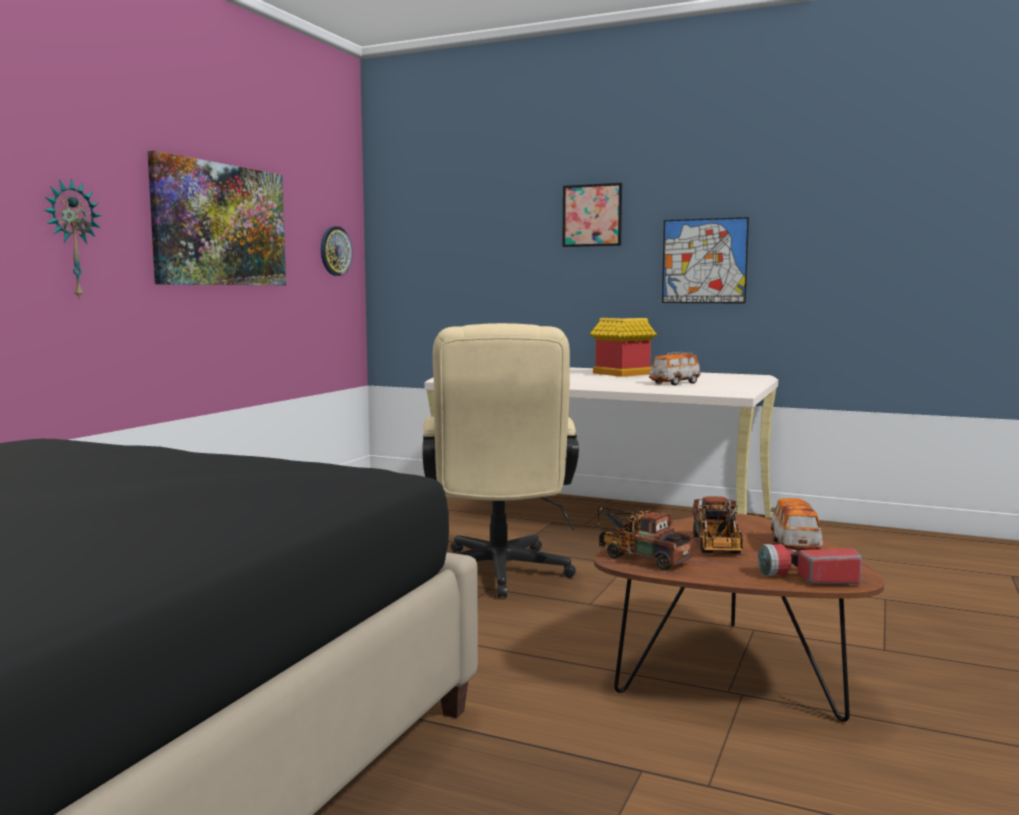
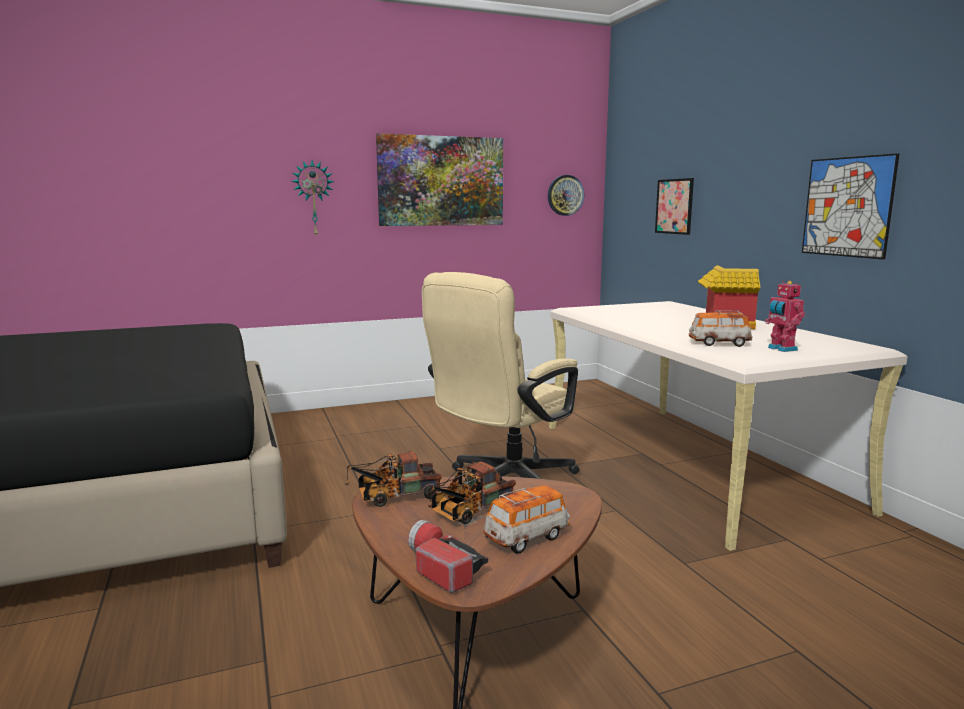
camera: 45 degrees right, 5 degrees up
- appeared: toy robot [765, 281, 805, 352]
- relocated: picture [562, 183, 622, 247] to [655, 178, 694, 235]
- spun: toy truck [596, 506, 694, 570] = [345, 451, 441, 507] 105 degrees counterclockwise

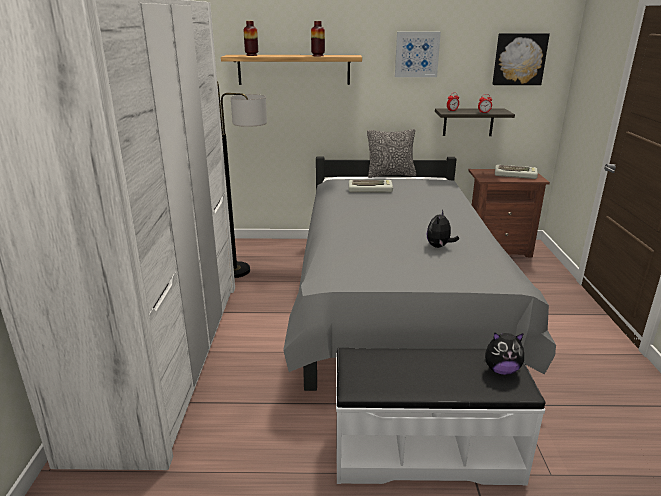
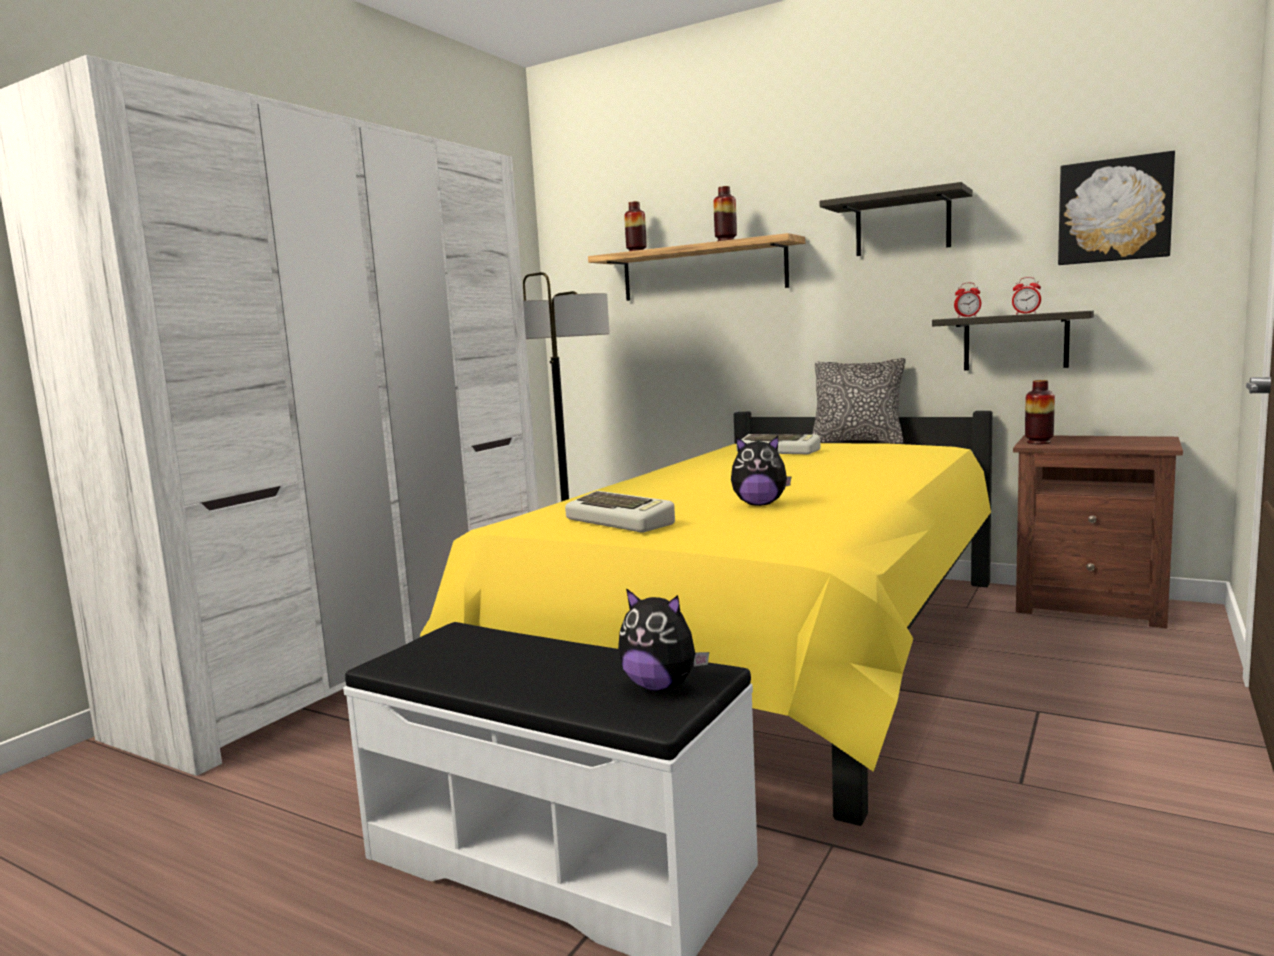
camera: 30 degrees right, 15 degrees down
- appeared: vase [1025, 380, 1055, 444]
- relocated: keyboard [495, 165, 538, 179] to [565, 491, 675, 533]
- exchanged: picture [395, 32, 441, 77] to shelf [820, 182, 973, 256]
- colour: grey bed [283, 156, 556, 391] to yellow bed [420, 411, 992, 826]
- spun: plush toy [427, 209, 459, 248] = [731, 436, 792, 506] 135 degrees counterclockwise

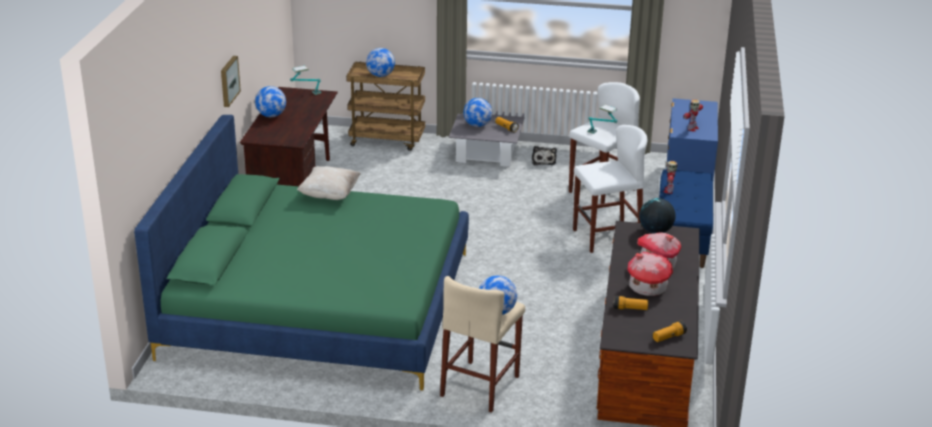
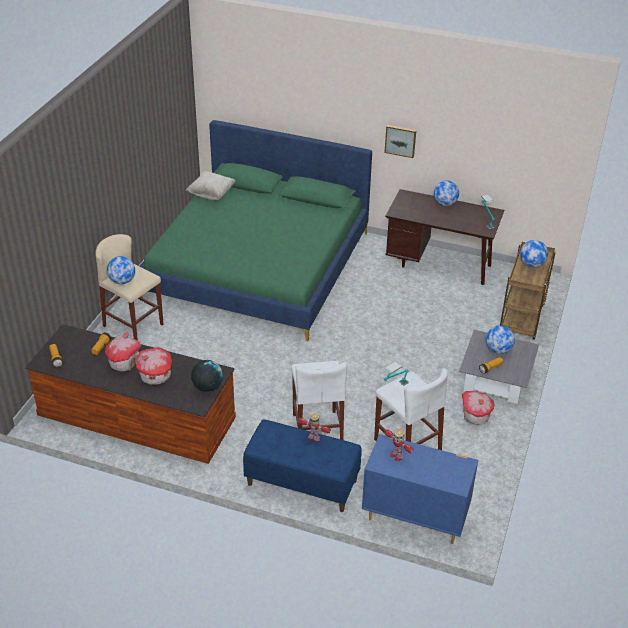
camera: 100 degrees right, 10 degrees up
- relocated: beige pillow [297, 166, 361, 200] to [186, 171, 235, 200]
- exchanged: plush toy [532, 146, 557, 165] to toy house [462, 391, 495, 425]

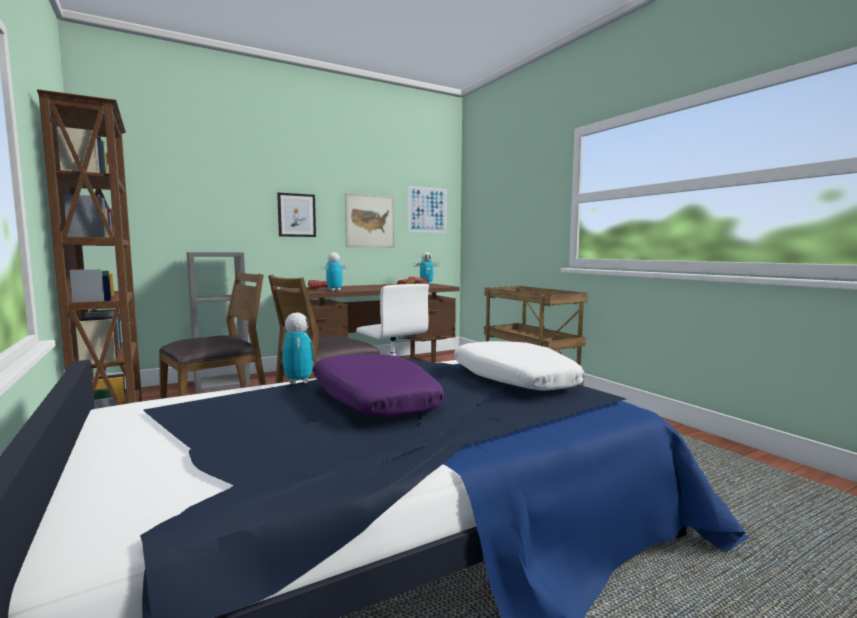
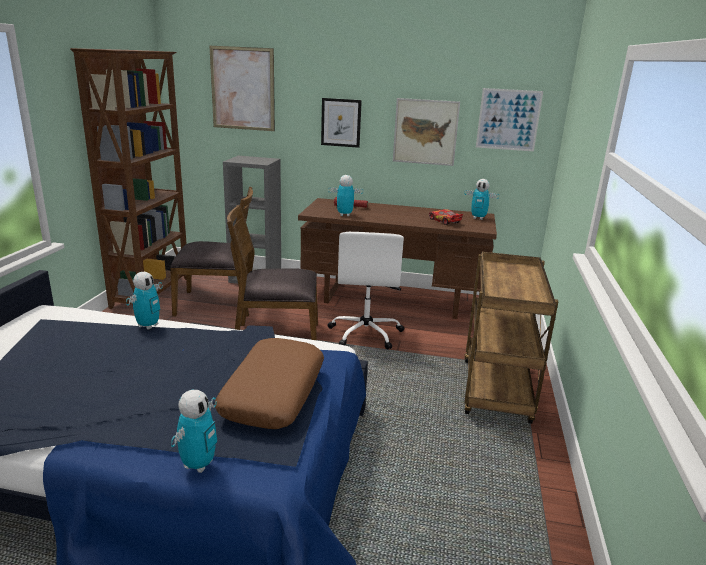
camera: 40 degrees right, 15 degrees up
- missing: purple pillow [313, 354, 444, 417]
- appeared: toy robot [171, 390, 218, 473]
- appeared: picture [209, 46, 275, 131]
- colour: white pillow [454, 341, 585, 391] to brown pillow [215, 338, 324, 429]

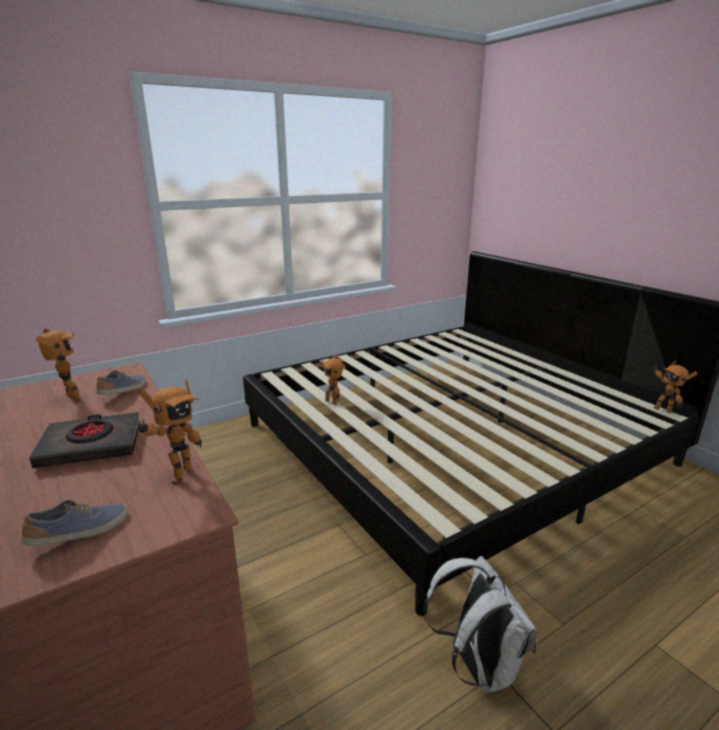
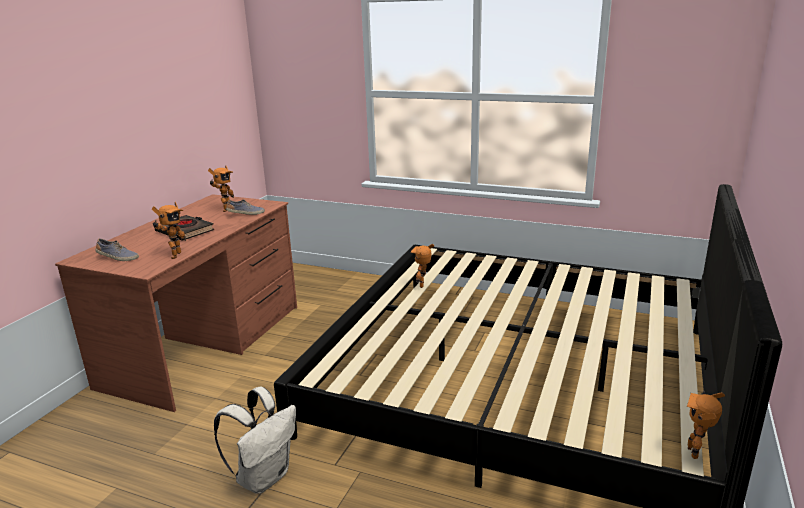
camera: 55 degrees right, 0 degrees up
- spun: toy robot [137, 379, 202, 485] = [152, 202, 186, 259] 60 degrees counterclockwise

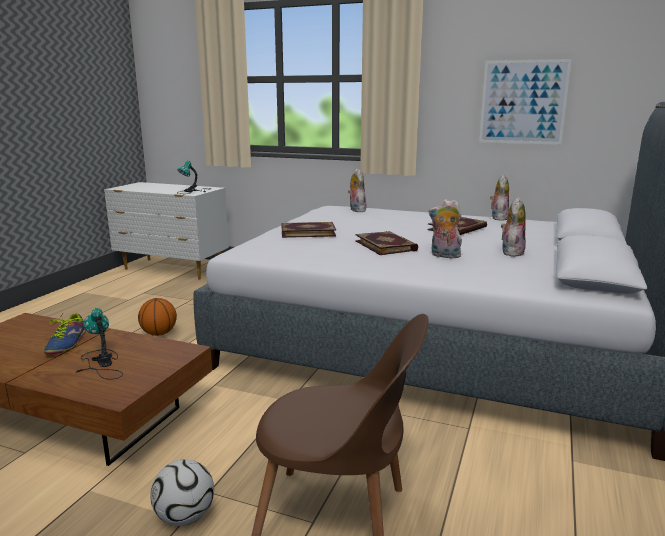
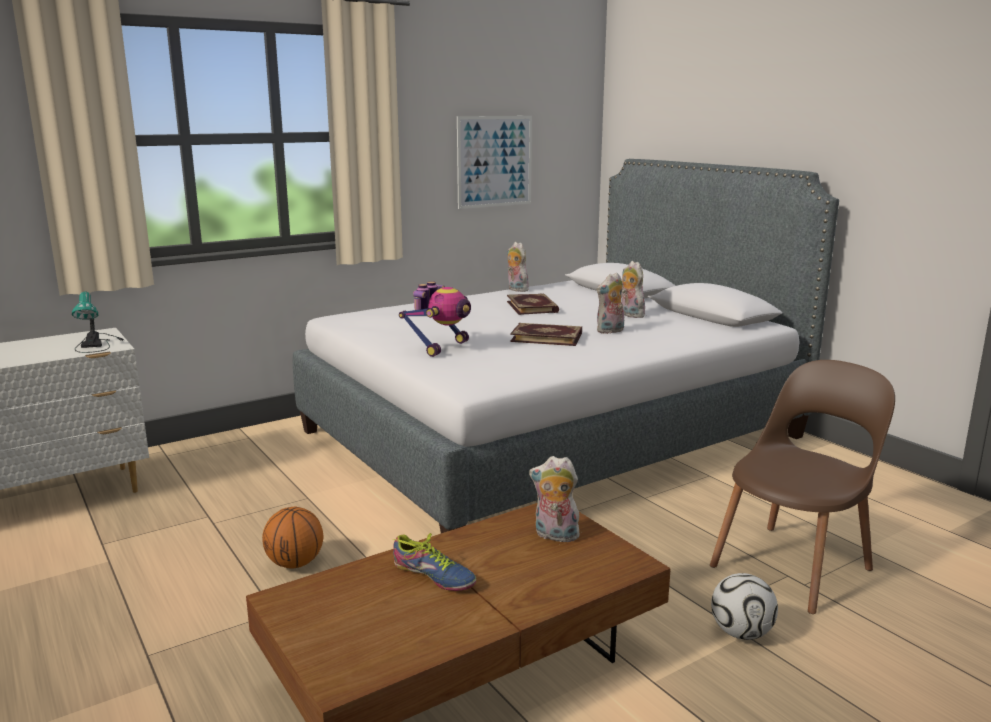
camera: 55 degrees left, 0 degrees up
- missing: table lamp [76, 308, 123, 380]
- relocated: plush toy [348, 169, 366, 212] to [529, 456, 582, 542]
- exchanged: book [281, 222, 336, 238] to toy robot [399, 281, 471, 357]

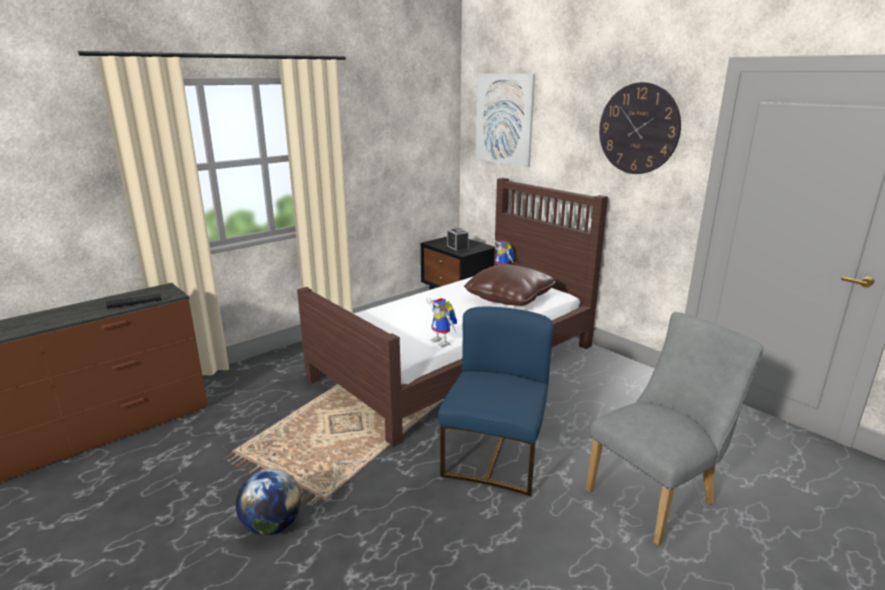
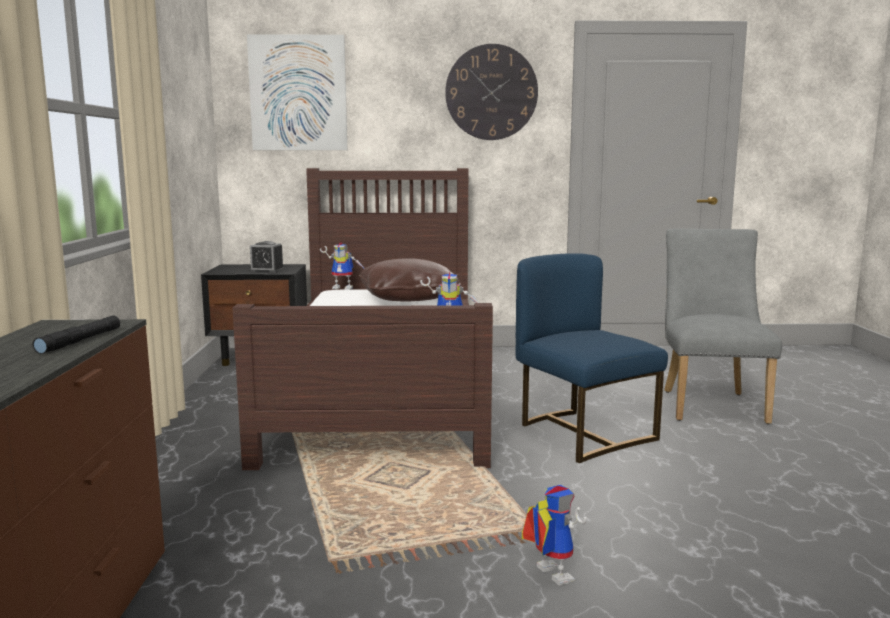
camera: 50 degrees left, 10 degrees down
- exchanged: globe [236, 468, 301, 535] to toy robot [521, 485, 587, 585]

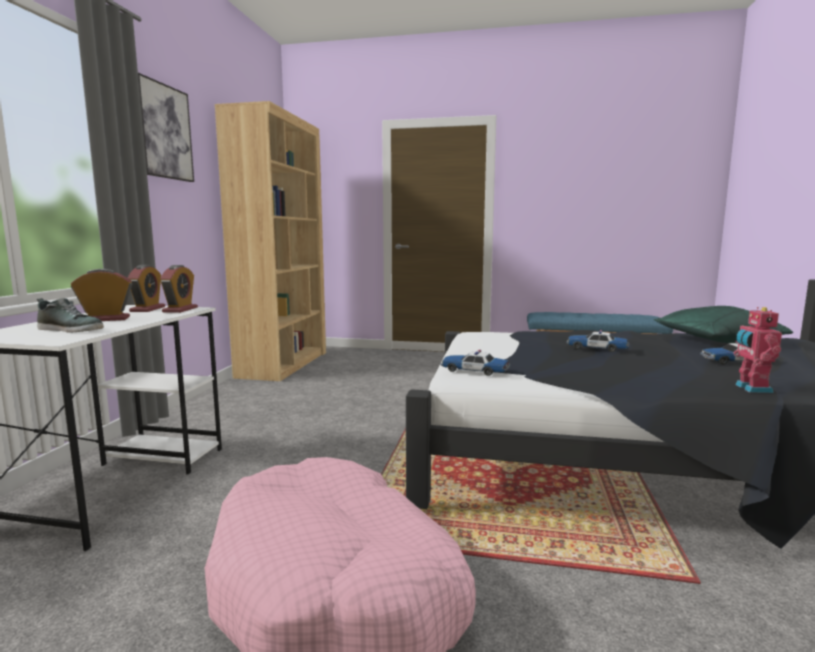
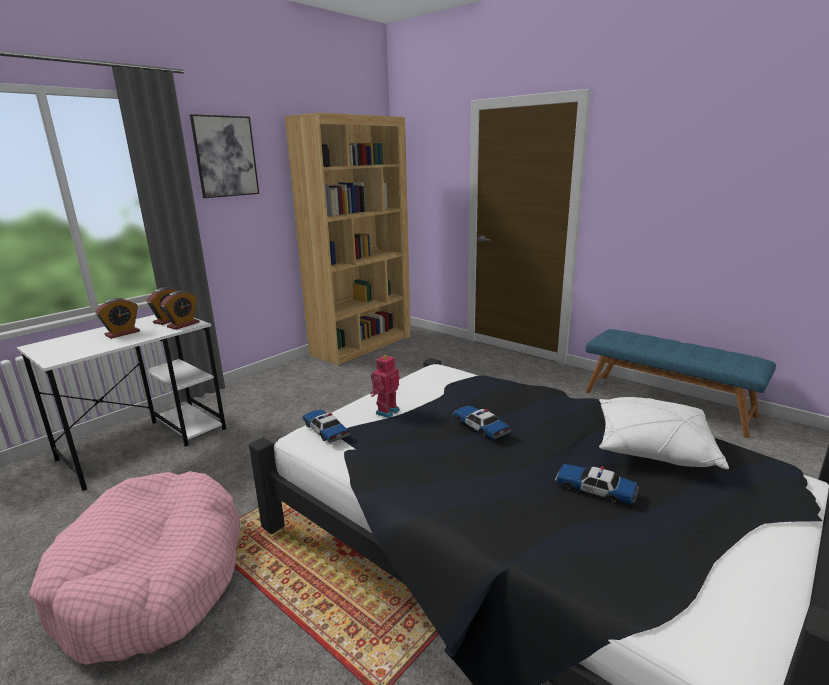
camera: 30 degrees right, 10 degrees up
- missing: shoe [37, 298, 104, 333]
- relocated: toy robot [733, 307, 782, 393] to [370, 354, 400, 418]
- colour: green pillow [654, 306, 793, 343] to white pillow [599, 397, 729, 469]
- spun: alarm clock [71, 269, 132, 321] = [95, 298, 140, 339] 120 degrees clockwise

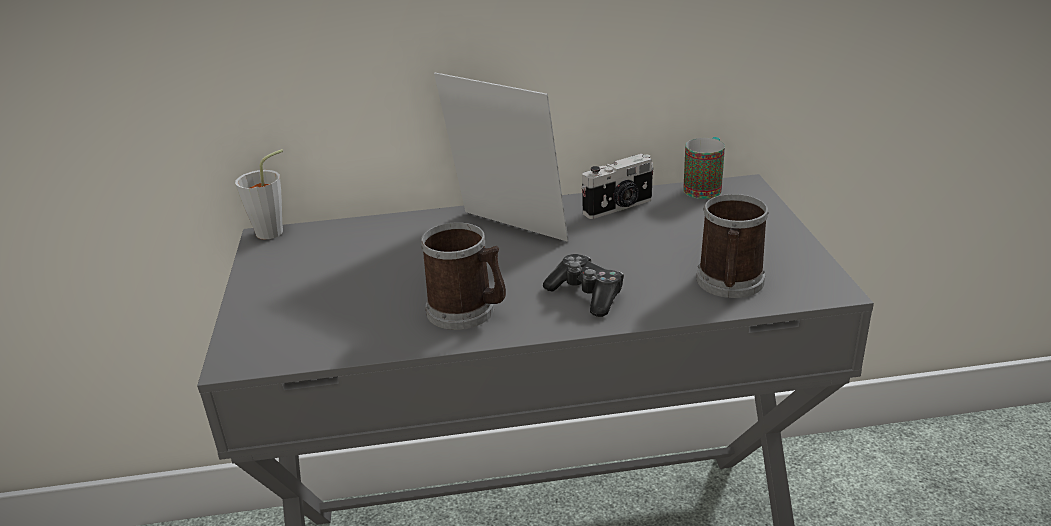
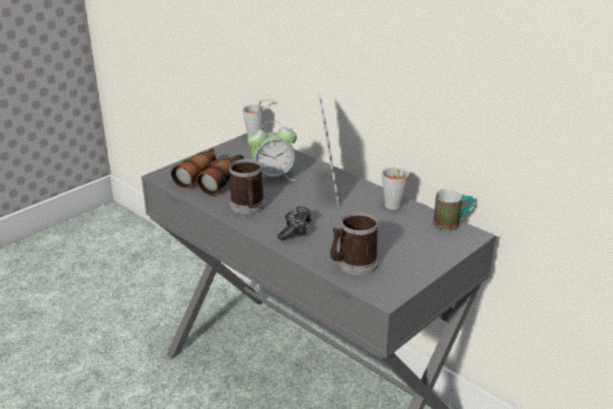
camera: 50 degrees right, 0 degrees up
- appeared: binoculars [171, 148, 244, 195]
- appeared: alarm clock [248, 121, 297, 184]
- exchanged: photo camera [581, 154, 654, 219] to grey cup [382, 167, 409, 210]

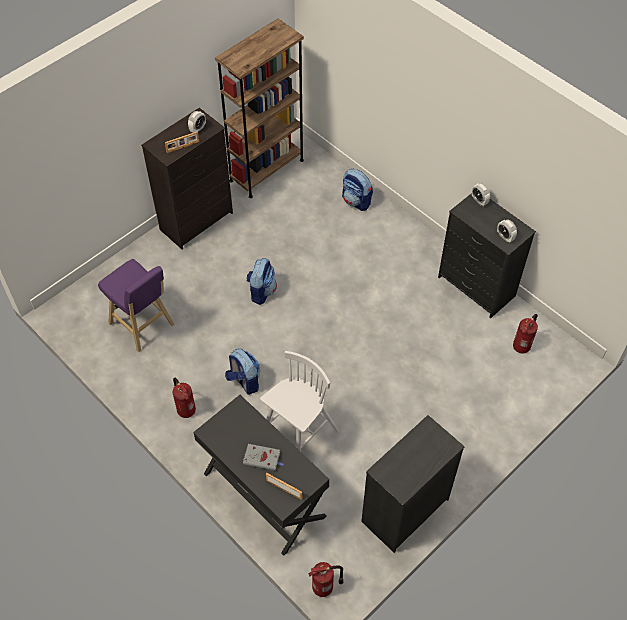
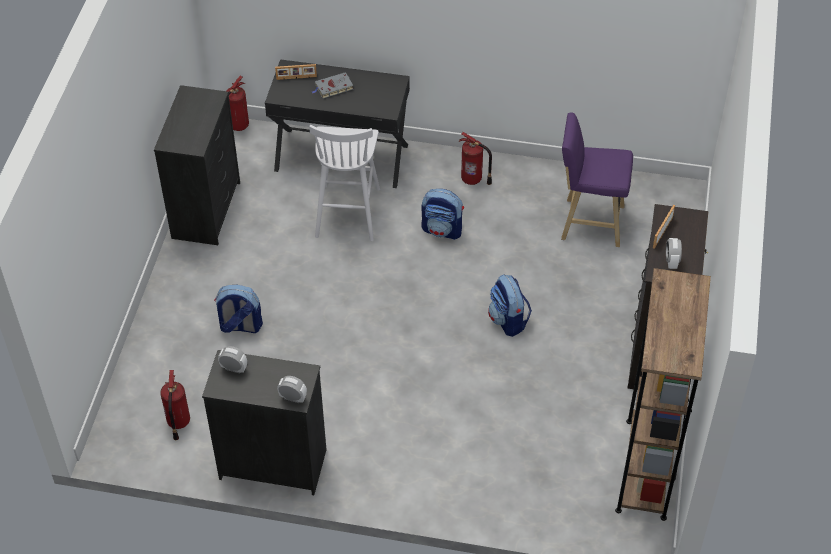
camera: 145 degrees right, 5 degrees down
- relocated: backpack [342, 169, 373, 211] to [214, 285, 263, 333]

